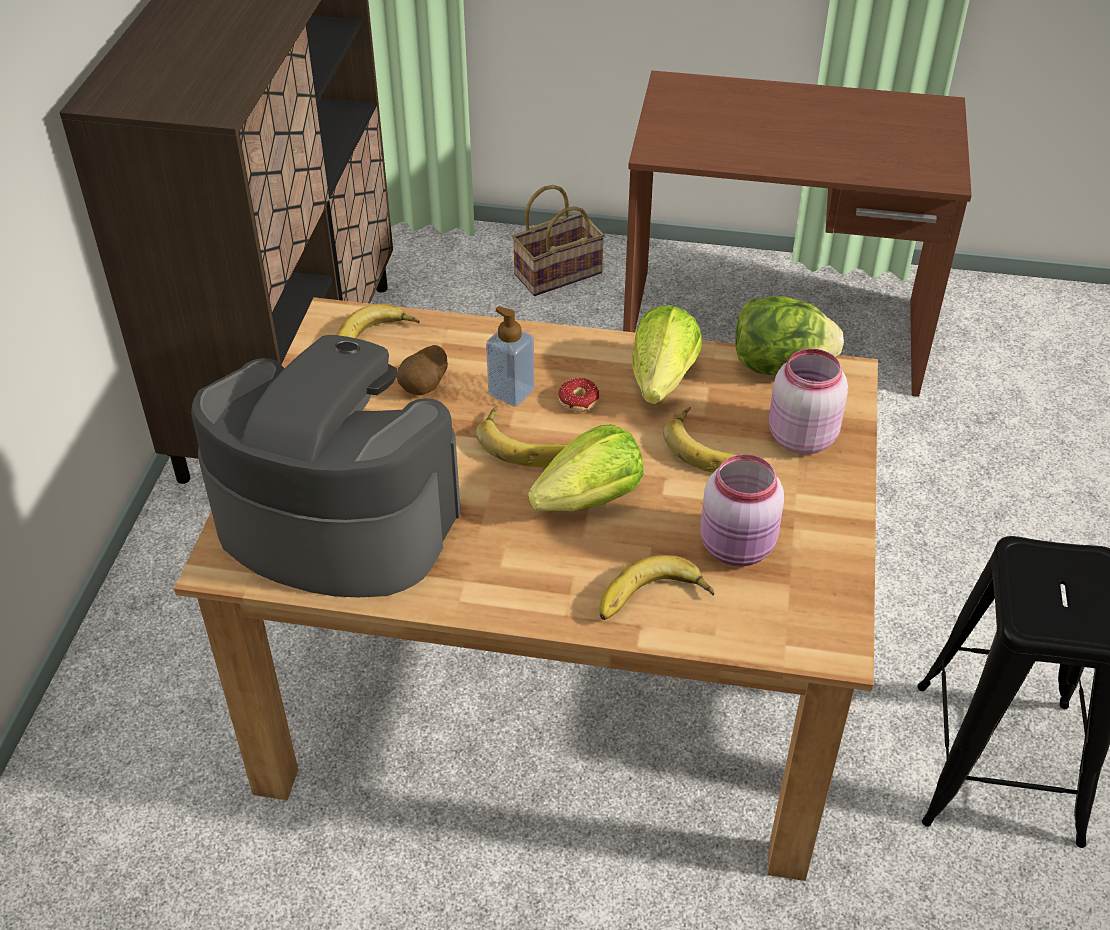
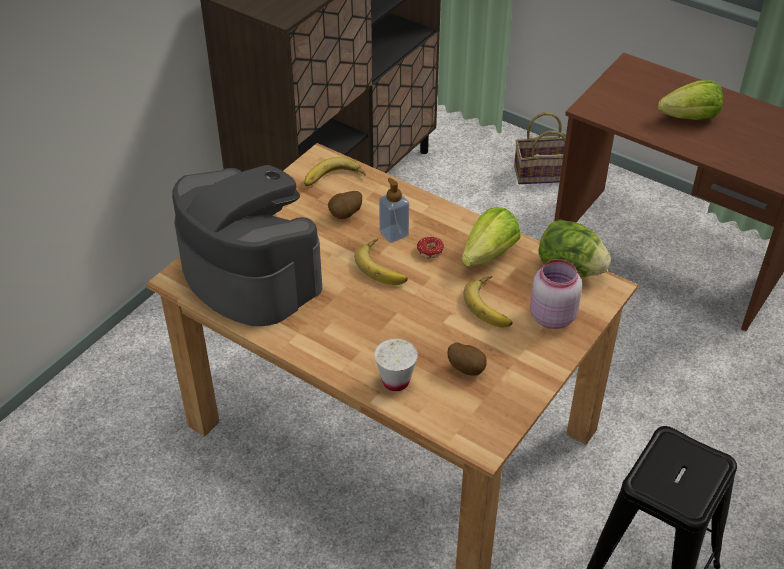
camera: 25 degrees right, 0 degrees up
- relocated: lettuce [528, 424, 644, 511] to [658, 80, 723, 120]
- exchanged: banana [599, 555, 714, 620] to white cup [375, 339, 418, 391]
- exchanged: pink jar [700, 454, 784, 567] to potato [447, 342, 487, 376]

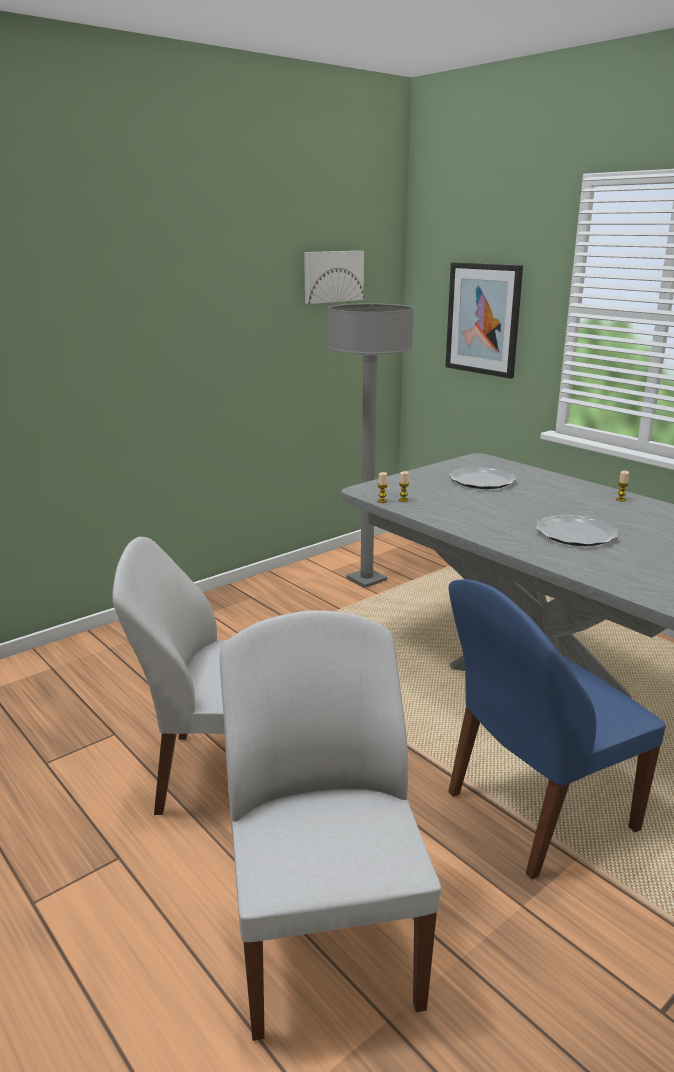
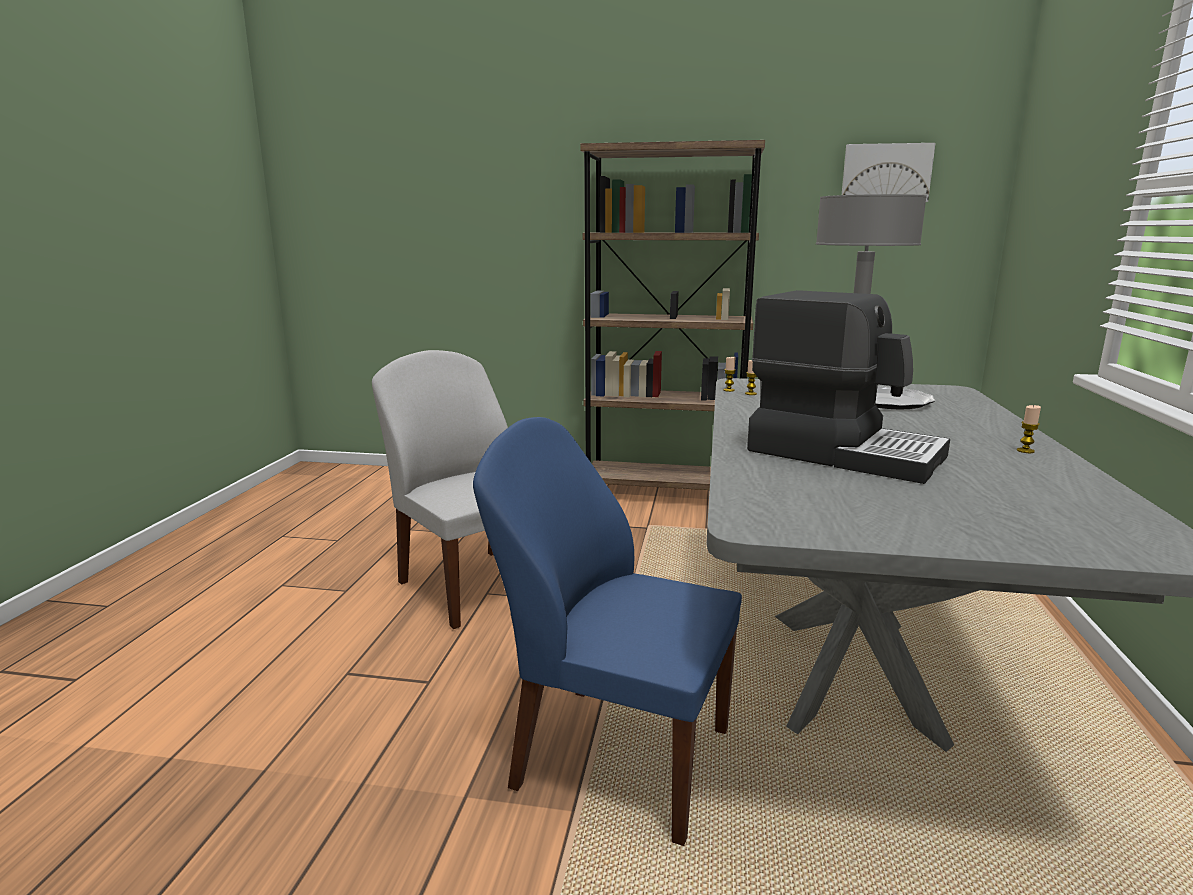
camera: 50 degrees right, 5 degrees down
- missing: white chair [220, 610, 441, 1041]
- missing: picture [445, 262, 523, 379]
- appeared: brown bookcase [580, 140, 765, 490]
- exchanged: plate [536, 514, 618, 546] to coffee machine [747, 290, 950, 484]

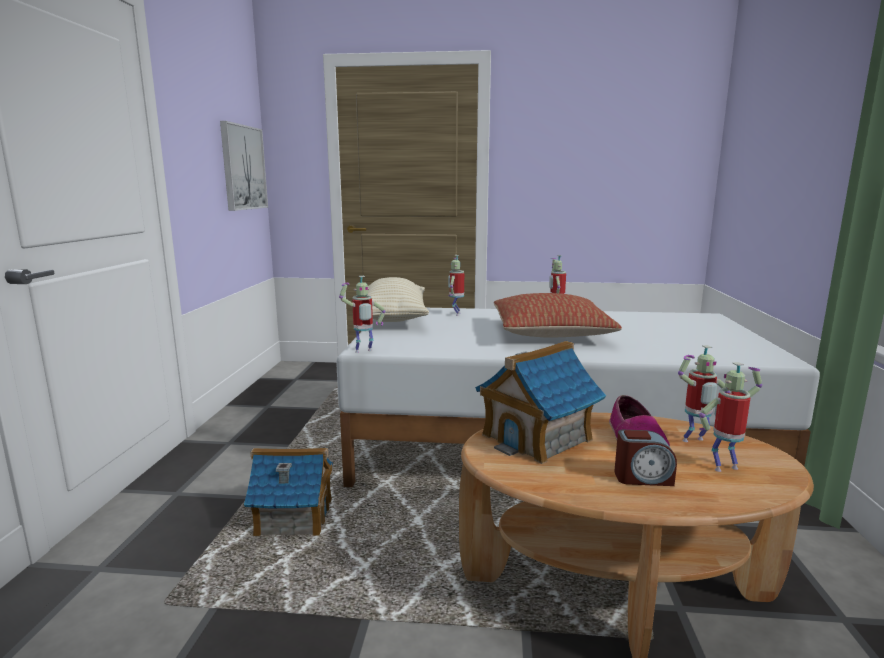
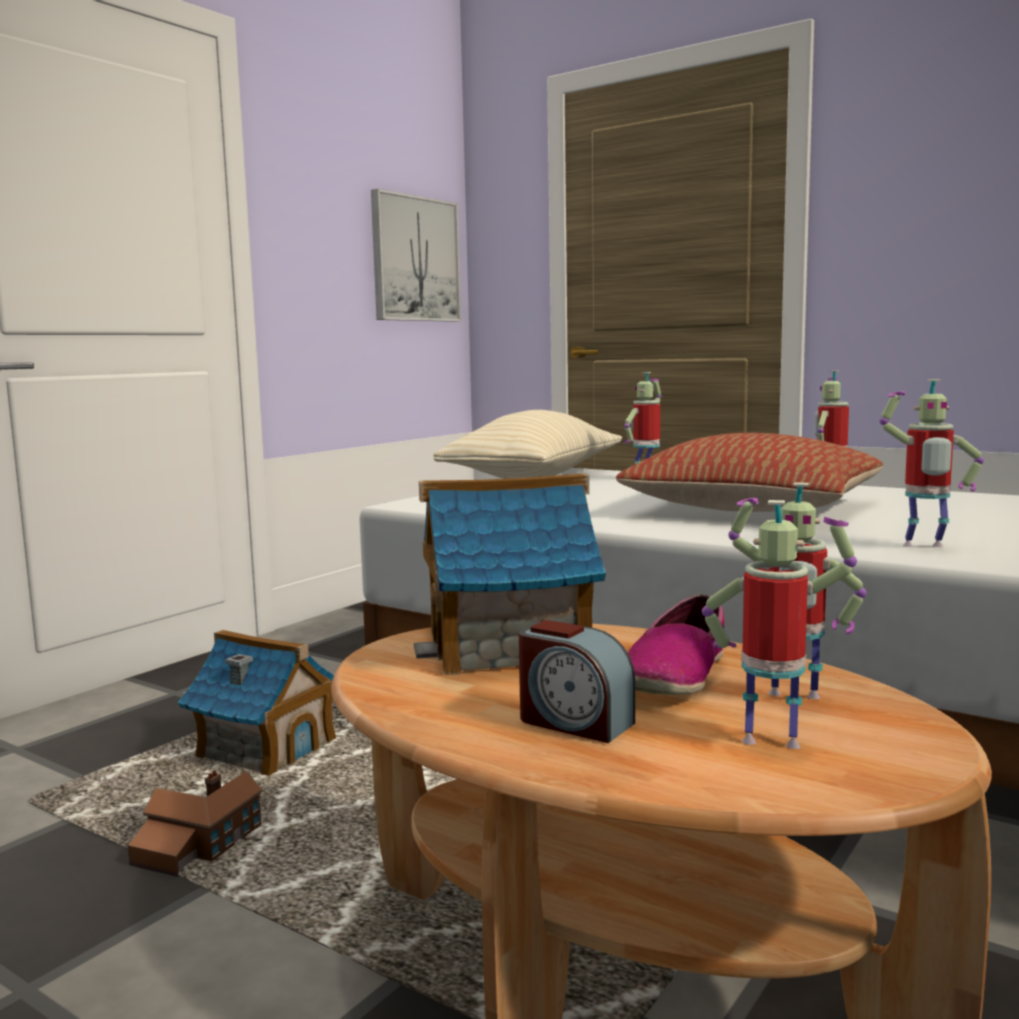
camera: 30 degrees right, 5 degrees down
- appeared: toy house [128, 771, 263, 877]
- relocated: toy robot [339, 276, 386, 353] to [880, 379, 984, 547]

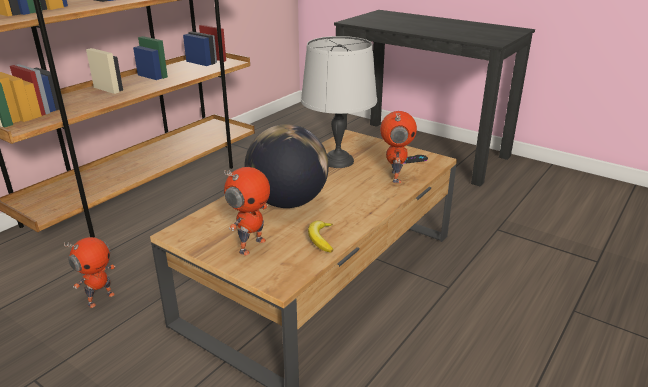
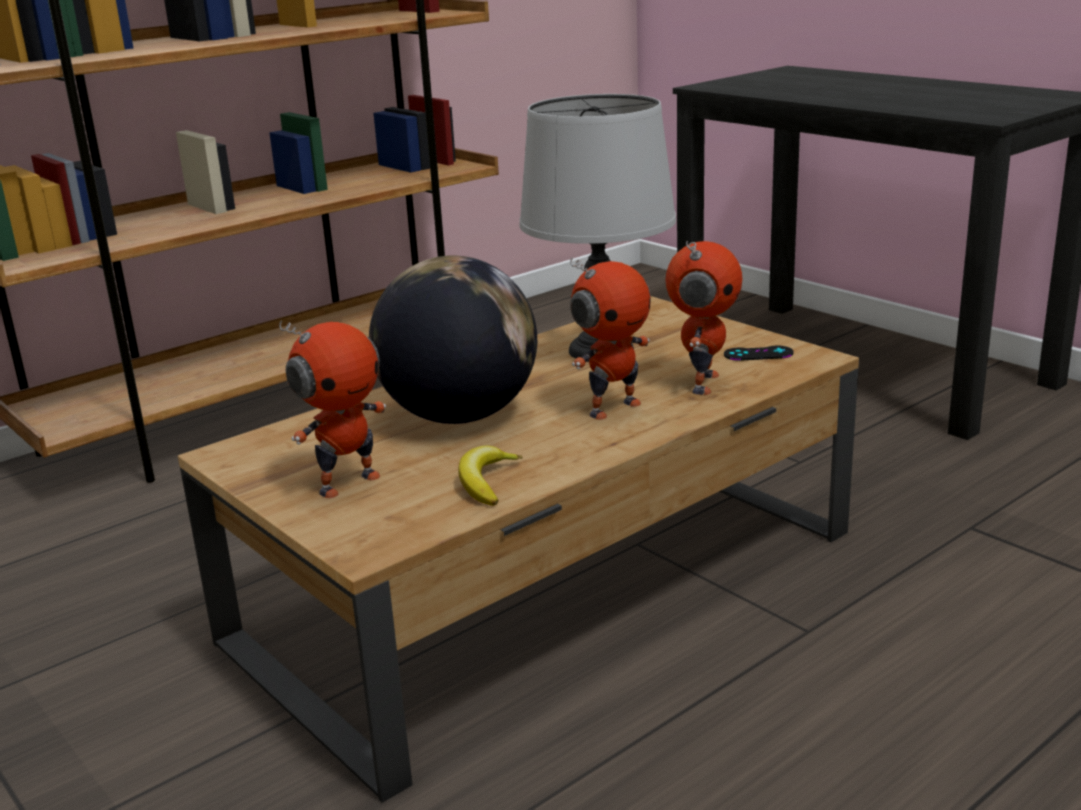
camera: 15 degrees right, 5 degrees down
- relocated: toy robot [64, 237, 116, 308] to [570, 258, 651, 420]

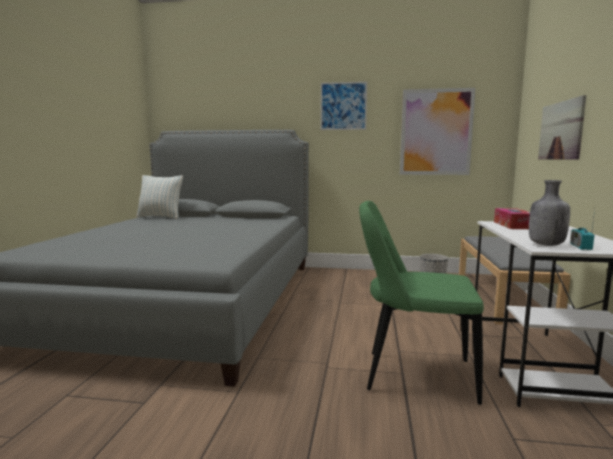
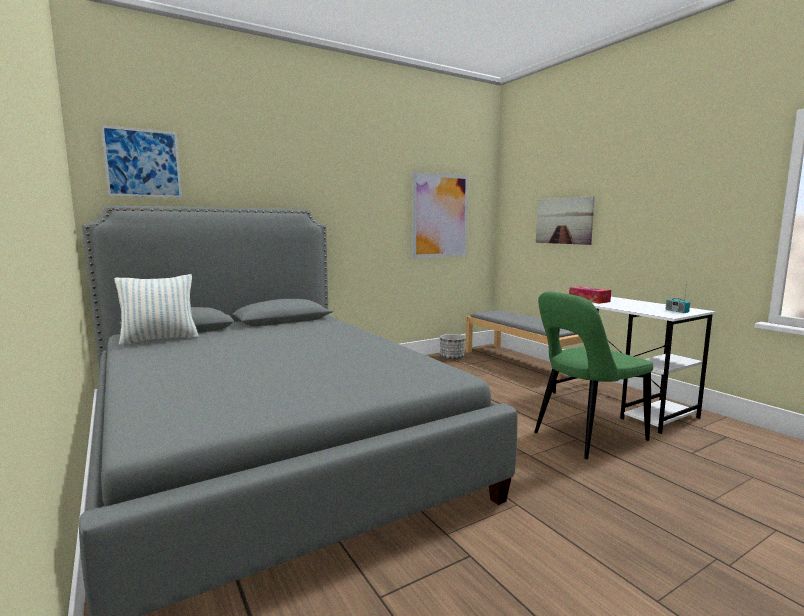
camera: 40 degrees left, 0 degrees up
- missing: grey bottle [529, 180, 570, 246]
- relocated: picture [320, 81, 367, 130] to [101, 125, 182, 198]

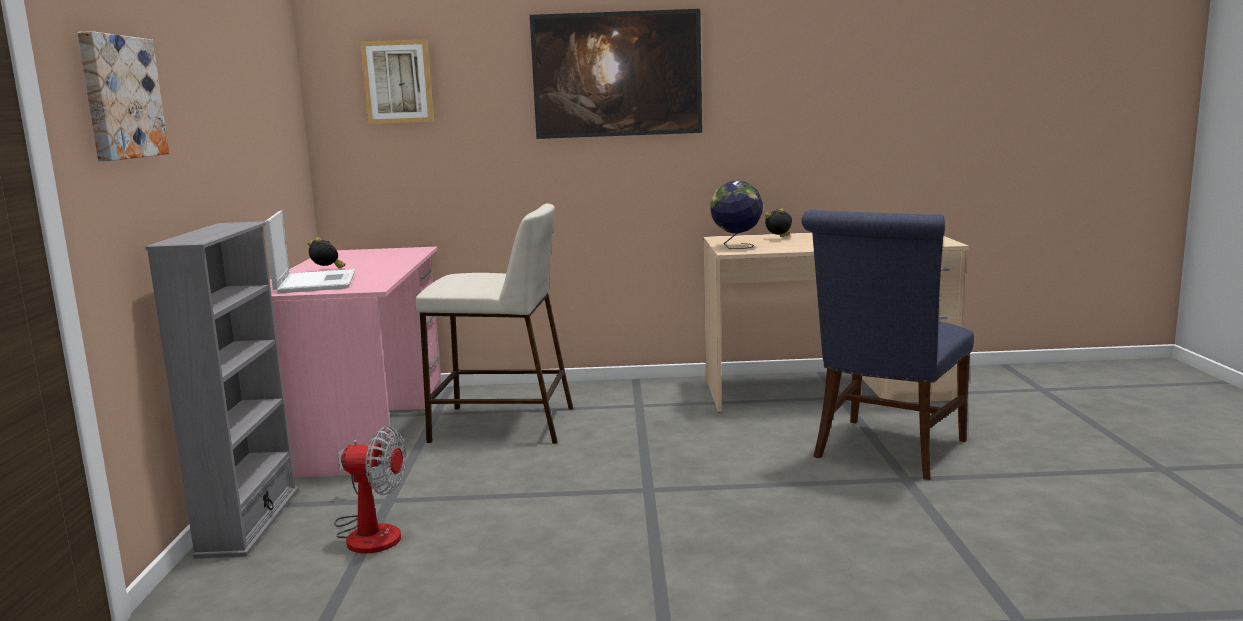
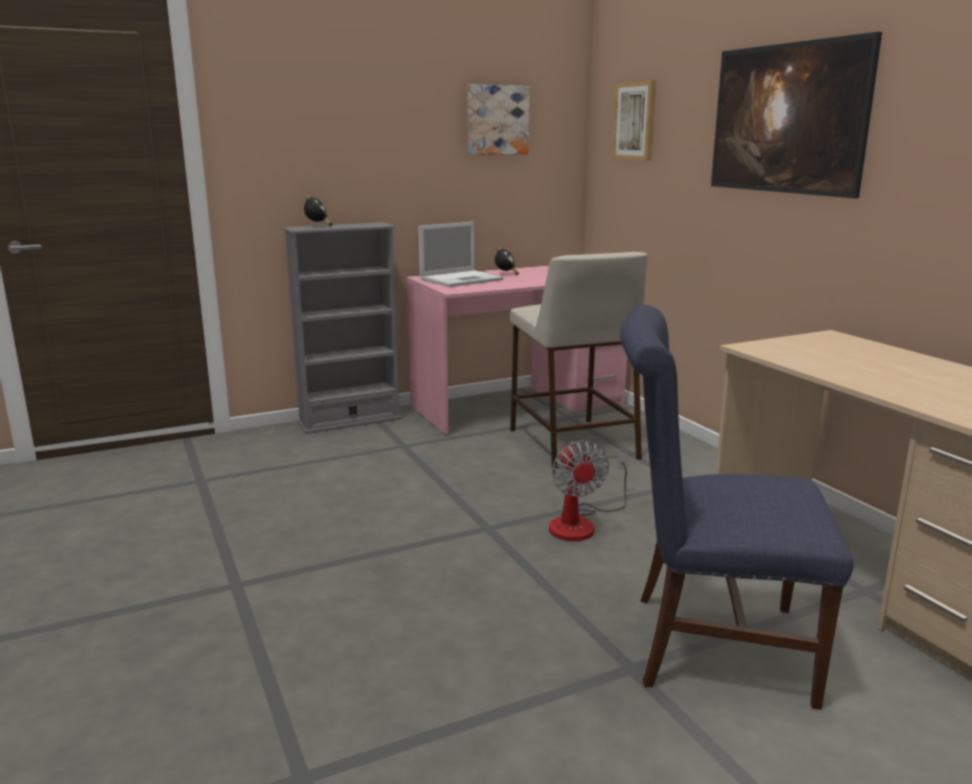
camera: 65 degrees right, 5 degrees up
- missing: globe [710, 181, 763, 249]
- relocated: picture [77, 31, 169, 161] to [467, 84, 530, 155]
- relocated: fan [334, 426, 406, 553] to [549, 440, 629, 541]
- relocated: alarm clock [765, 208, 792, 237] to [304, 195, 333, 226]

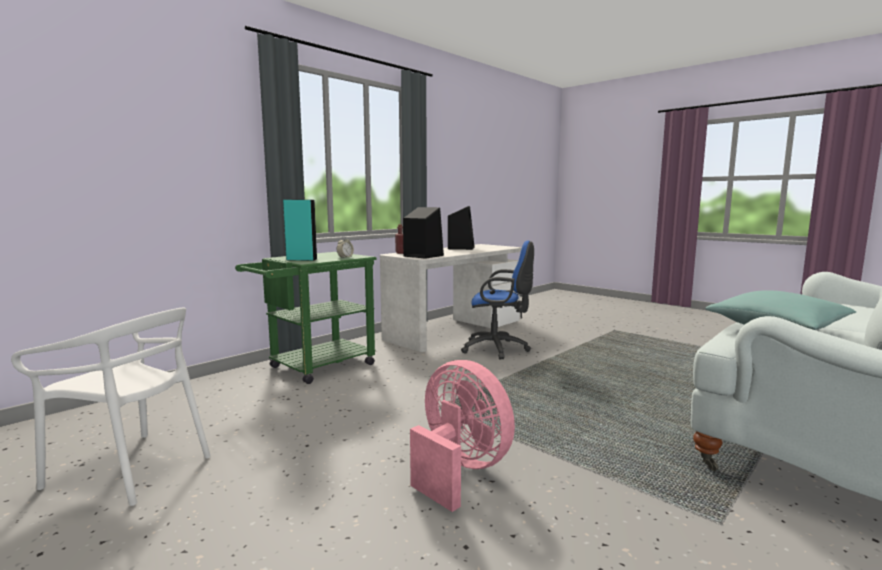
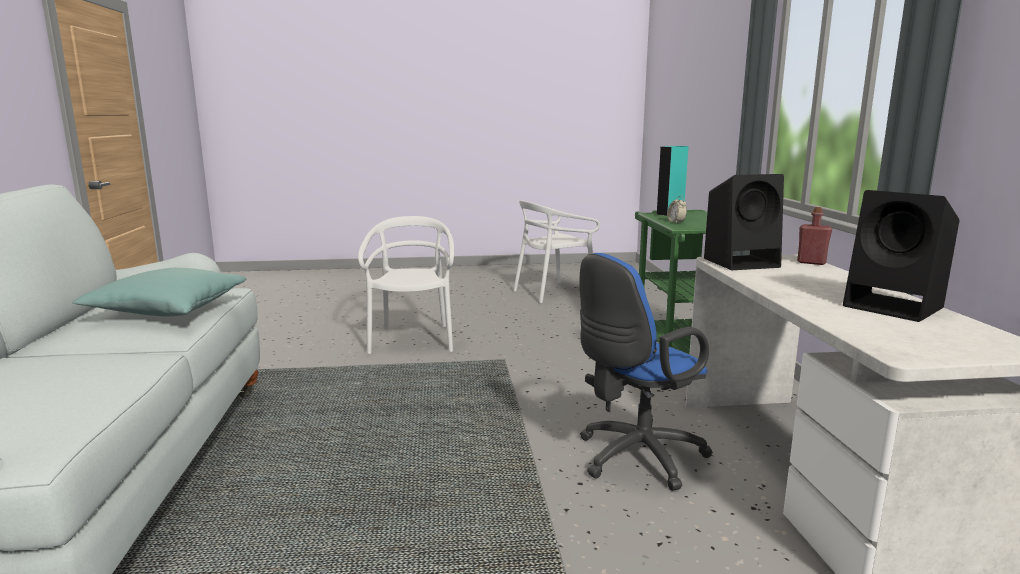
camera: 130 degrees right, 5 degrees up
- exchanged: pink fan [410, 360, 515, 512] to white chair [358, 216, 454, 354]

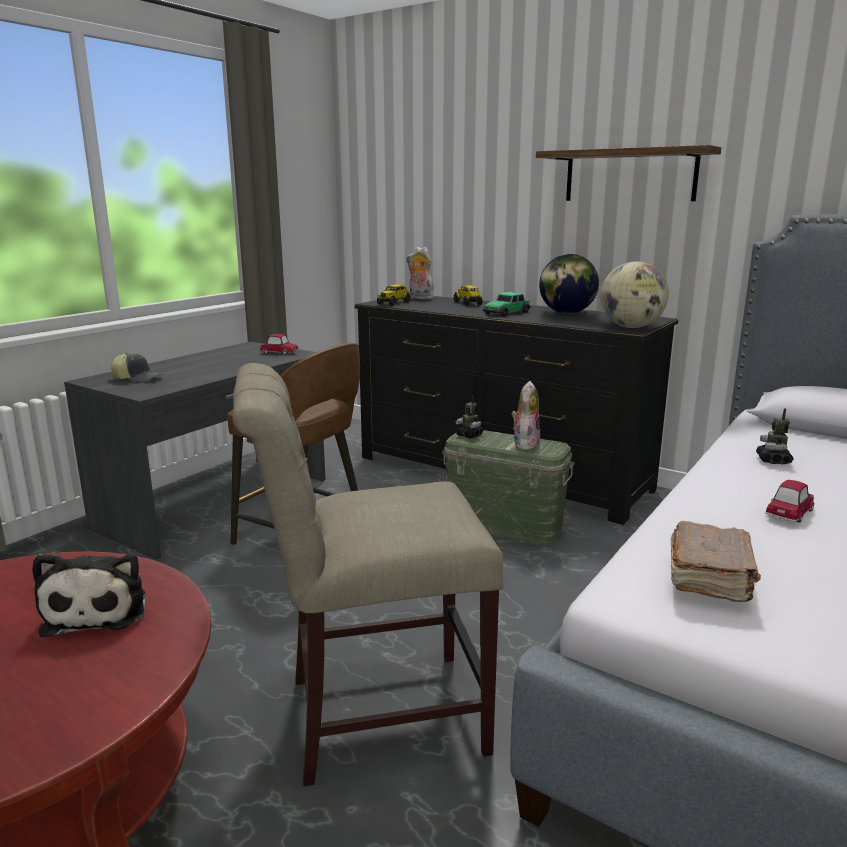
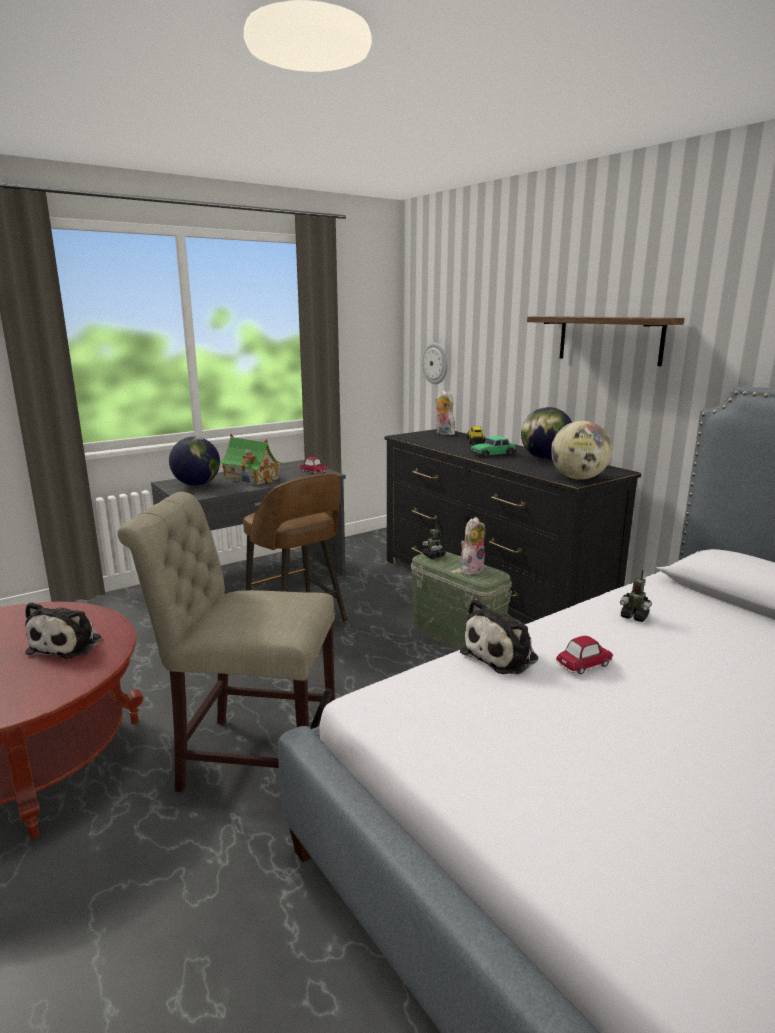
camera: 20 degrees right, 0 degrees up
- missing: toy truck [377, 284, 410, 306]
- missing: brown book [671, 521, 761, 602]
- appeared: toy house [220, 434, 281, 485]
- appeared: wall clock [422, 343, 448, 384]
- appeared: plush toy [460, 599, 538, 674]
- exchanged: cap [111, 353, 163, 383] to globe [169, 437, 220, 486]
- spun: toy robot [756, 408, 794, 464] = [620, 570, 652, 622] 90 degrees counterclockwise

